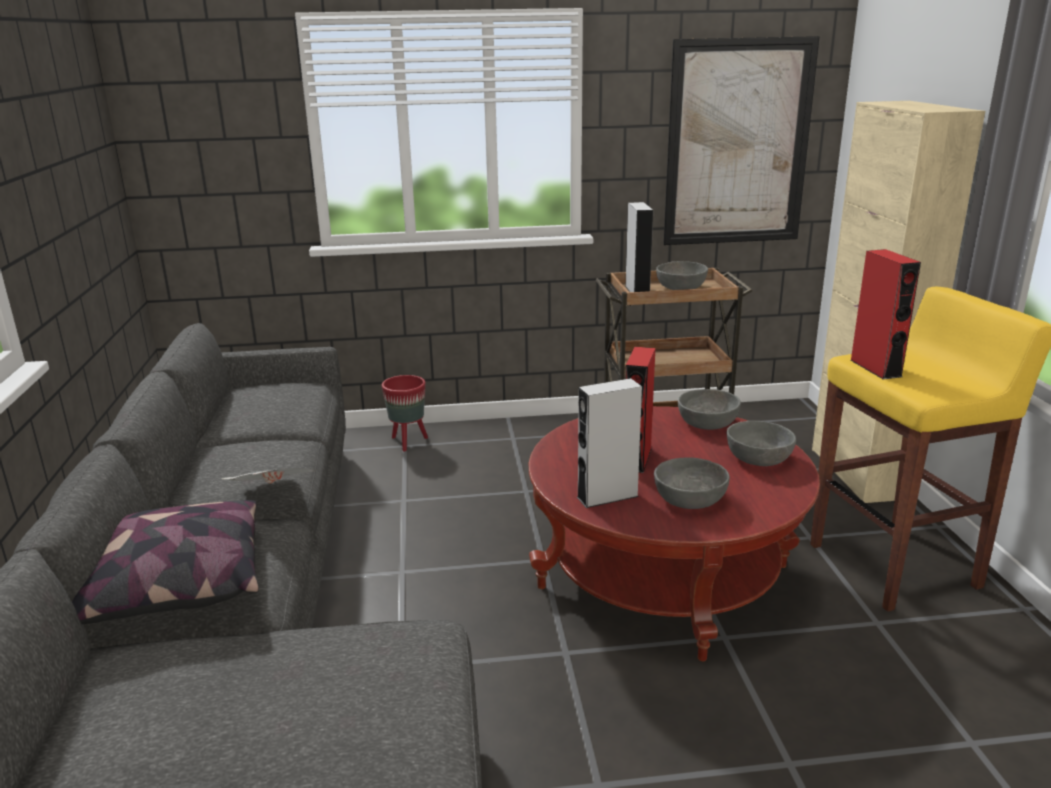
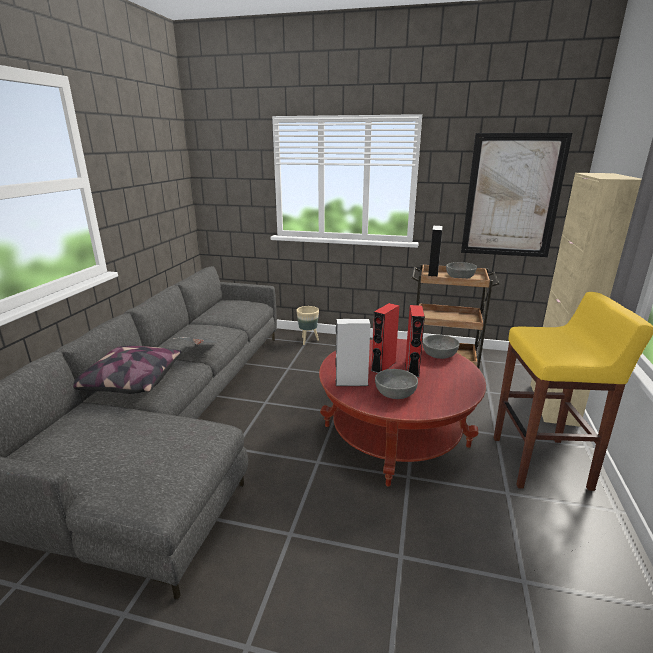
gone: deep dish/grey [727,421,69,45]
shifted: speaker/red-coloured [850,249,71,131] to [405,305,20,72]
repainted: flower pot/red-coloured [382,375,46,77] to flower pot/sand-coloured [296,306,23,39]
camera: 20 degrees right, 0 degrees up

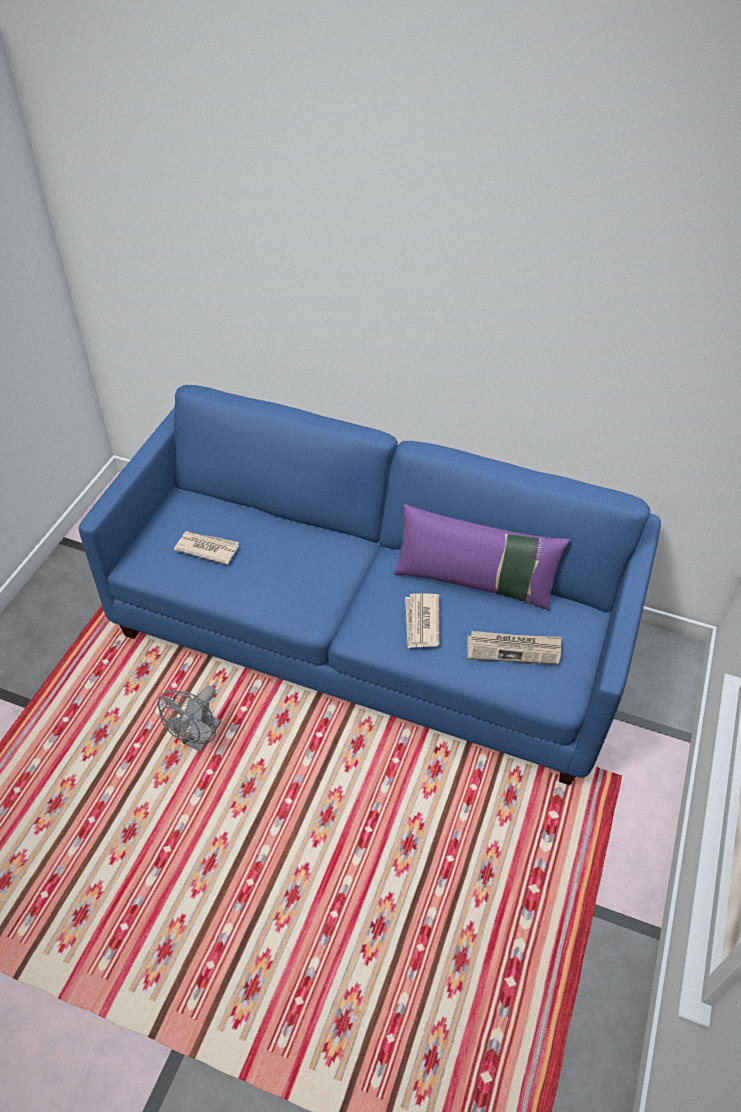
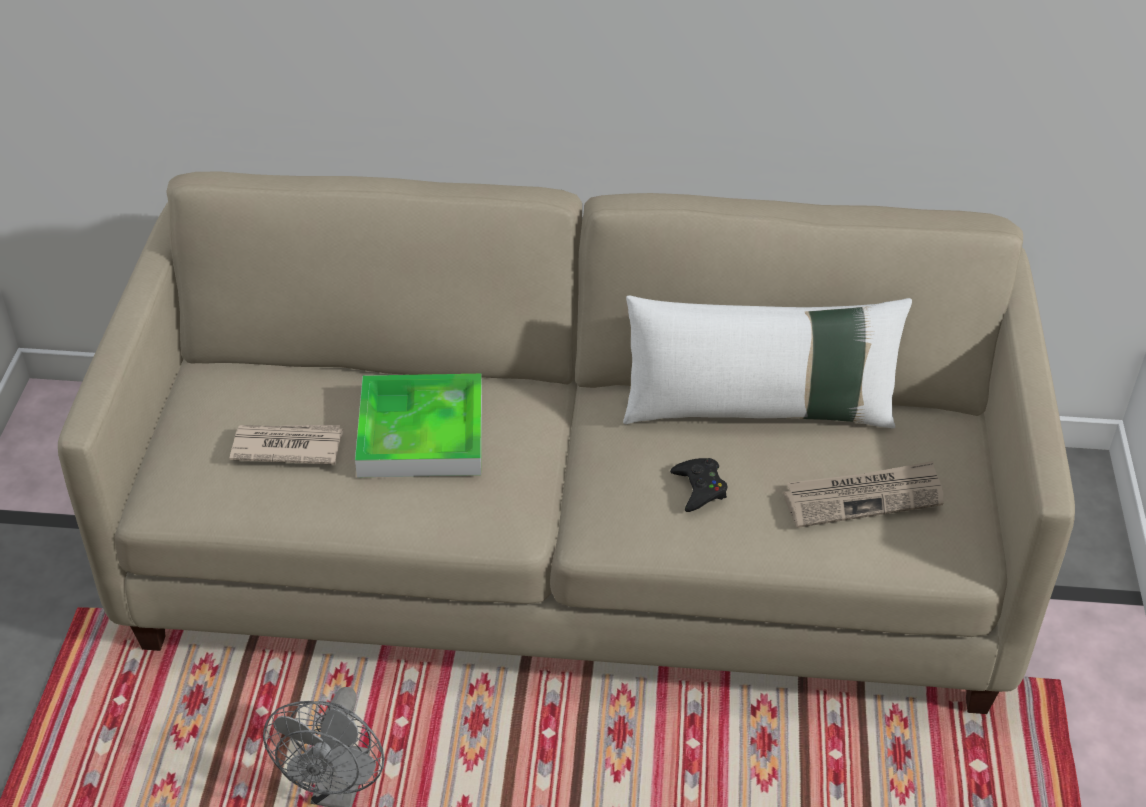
new: carrying tray [355,374,127,103]
swapped: newspaper [405,593,35,55] to joypad/black [670,458,57,54]
repainted: couch/blue-coloured [79,385,582,400] to couch/sand-coloured [58,172,1017,542]; pillow/purple [394,504,176,107] to pillow/white [623,295,289,133]
camera: 15 degrees left, 5 degrees down

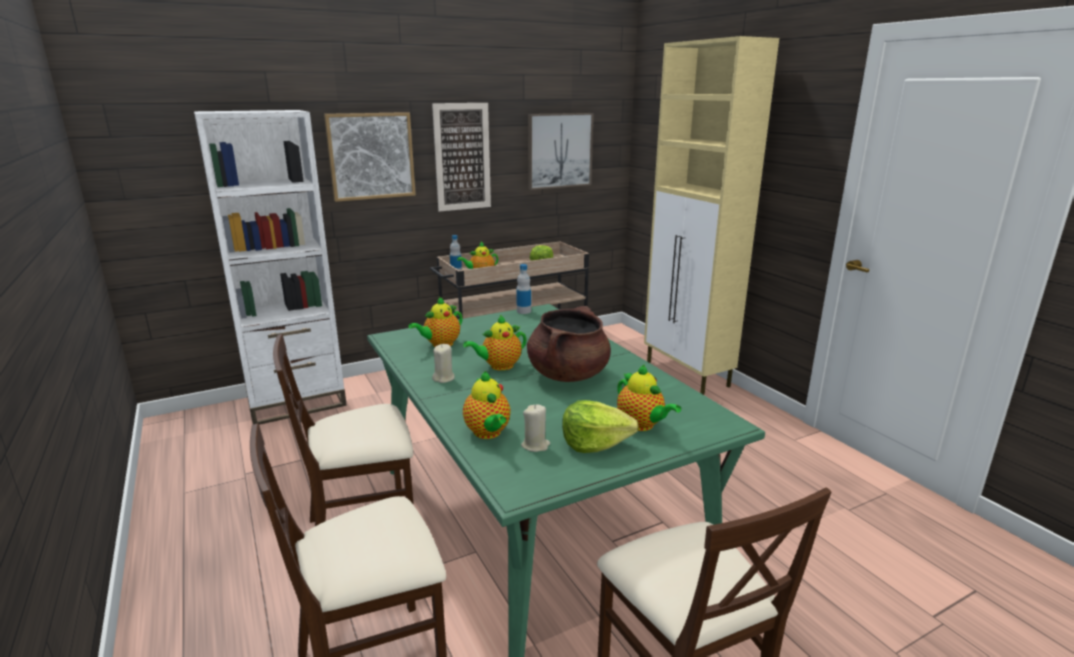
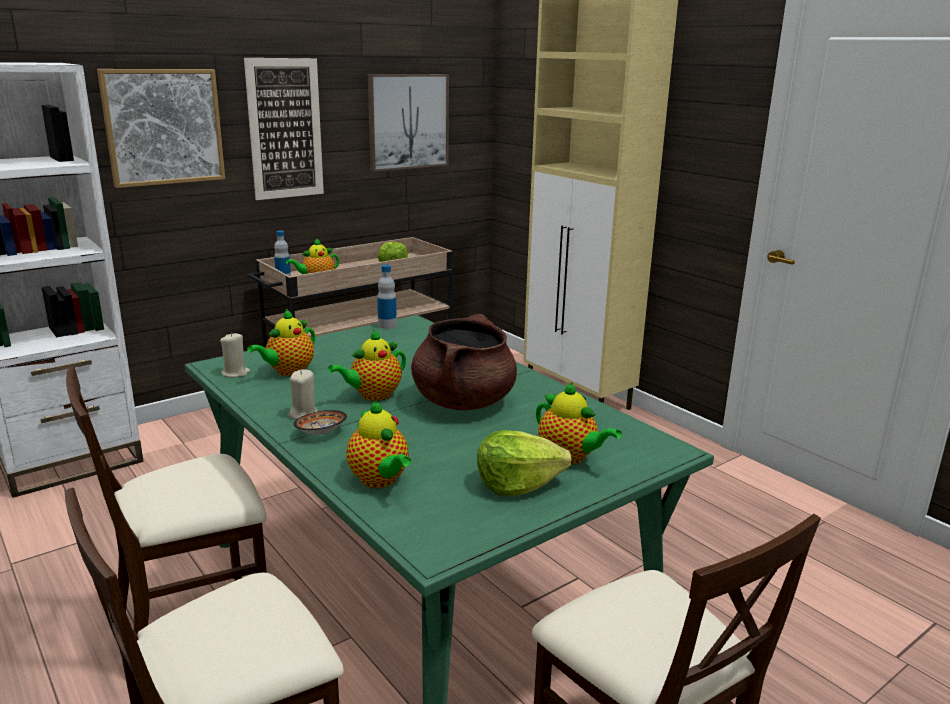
new: deep dish [294,410,53,25]
shifted: wax light/sand-coloured [521,405,29,47] to [220,332,30,45]
camera: 10 degrees left, 0 degrees up

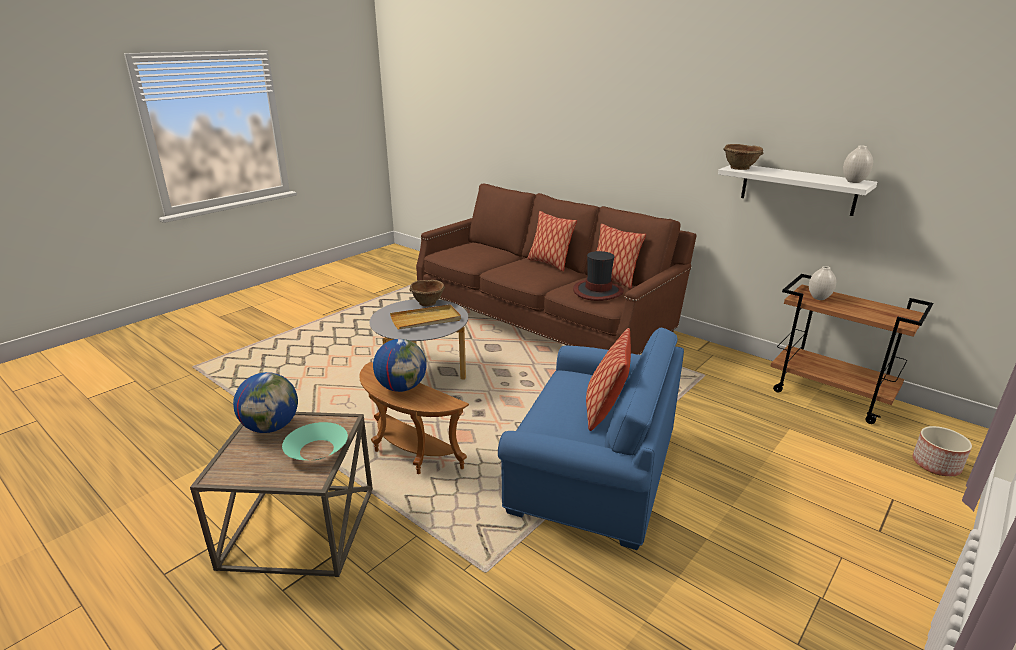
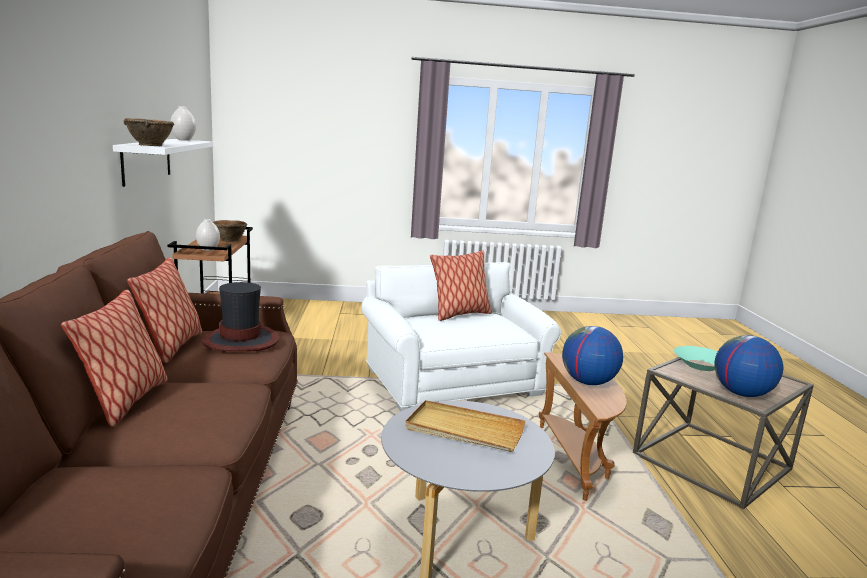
gone: flower pot [913,426,59,50]
shifted: deep dish/brownish [410,280,35,26] to [213,220,34,22]
repainted: easy chair/blue-coloured [498,327,186,223] to easy chair/white [361,262,200,149]
camera: 135 degrees left, 10 degrees down

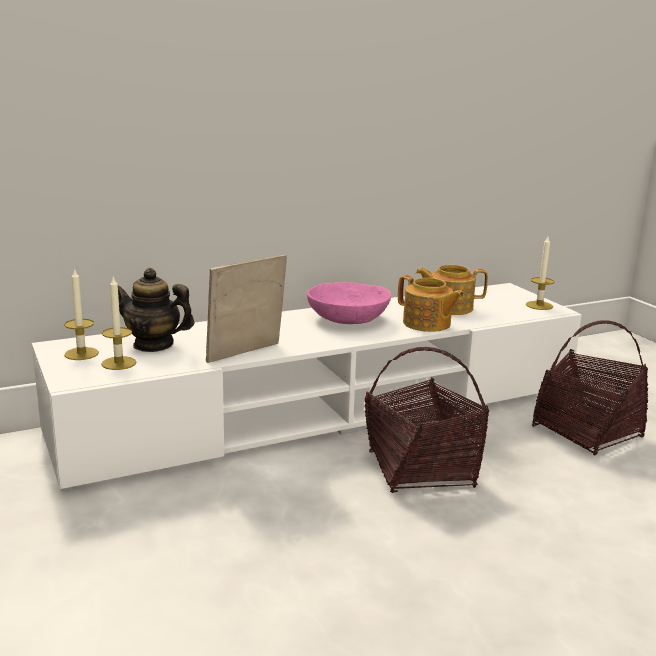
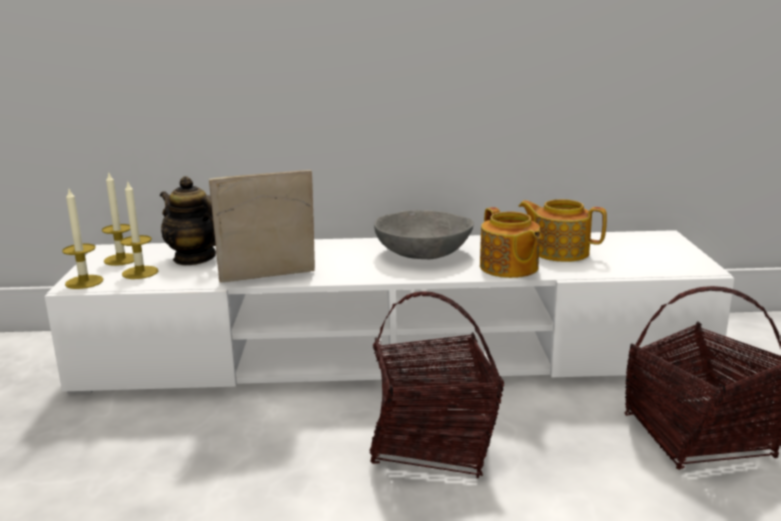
shifted: wax light [526,237,28,73] to [62,189,41,100]
repainted: deep dish/pinkish [307,282,84,42] to deep dish/grey [374,210,100,50]
camera: 25 degrees right, 0 degrees up

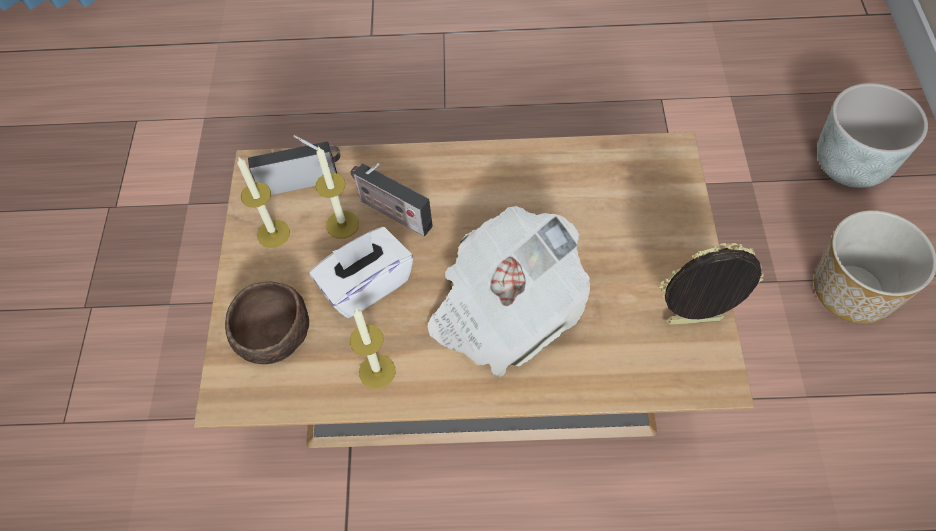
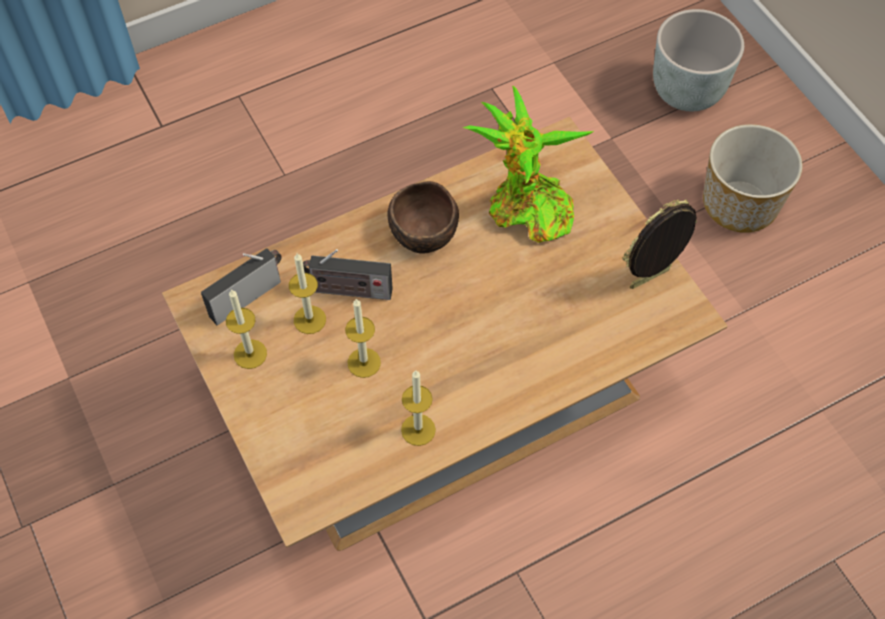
gone: newspaper [427,206,163,171]
new: houseplant [463,86,131,157]
shifted: deep dish/brownish [225,282,84,82] to [387,181,72,72]
swapped: tissue box/white [309,227,104,91] to wax light [345,298,36,80]
camera: 30 degrees left, 0 degrees up

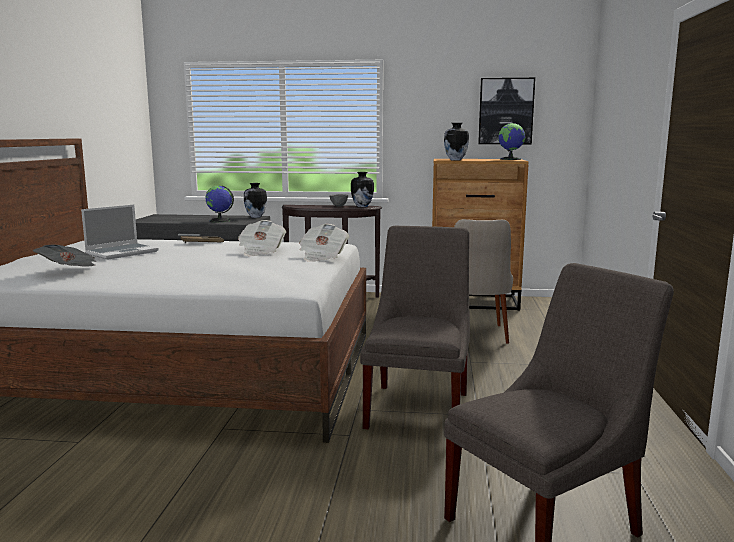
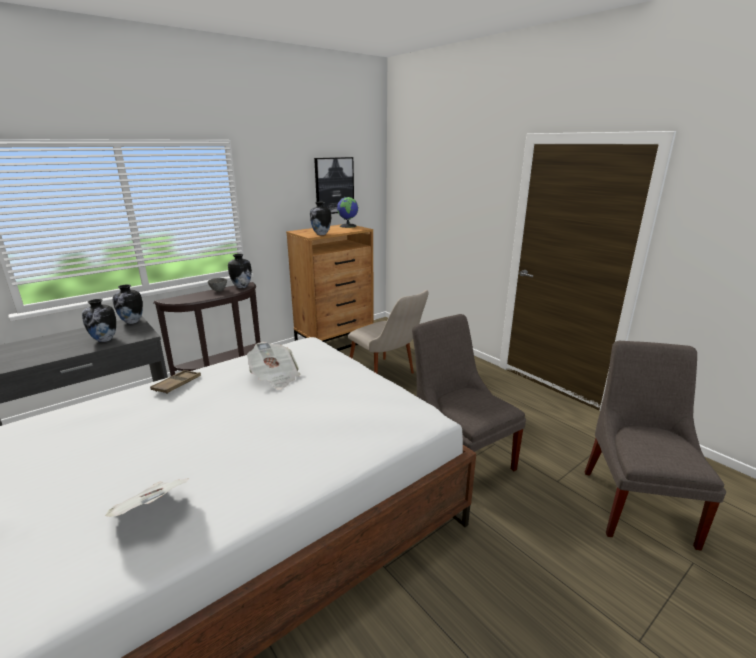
gone: notebook computer [81,205,78,55]; newspaper [299,224,50,38]
swapped: world globe [206,185,28,37] to decorative vase [82,299,34,43]
camera: 45 degrees left, 10 degrees up

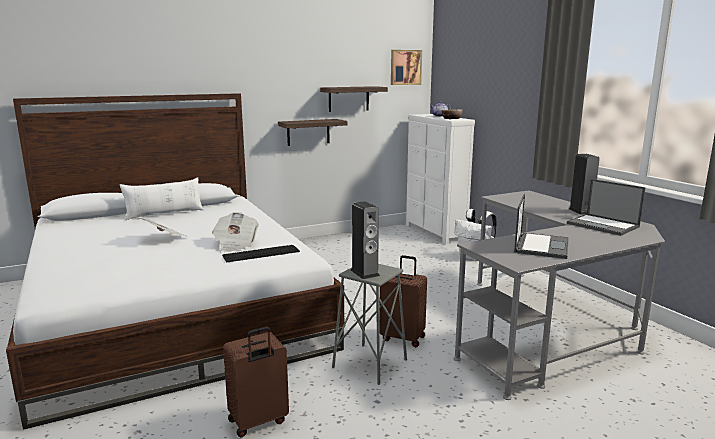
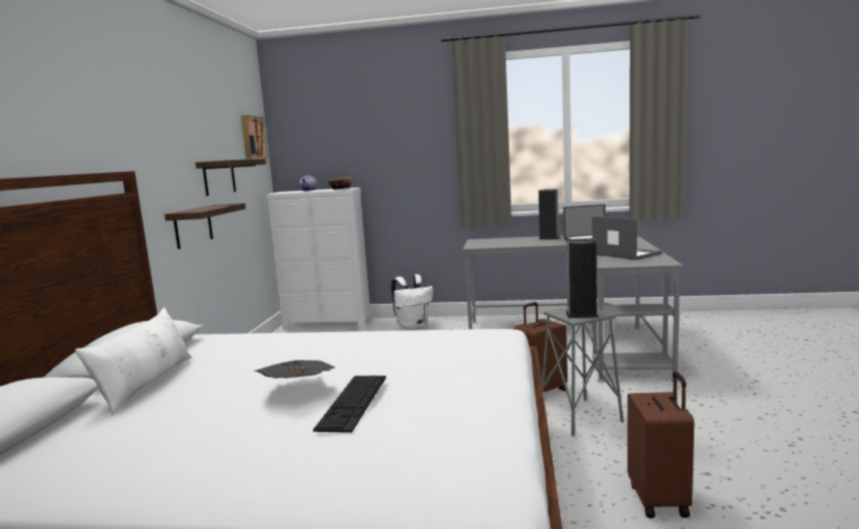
gone: newspaper [212,212,47,40]
shifted: computer keyboard [222,245,78,17] to [313,376,73,57]
camera: 55 degrees left, 5 degrees down

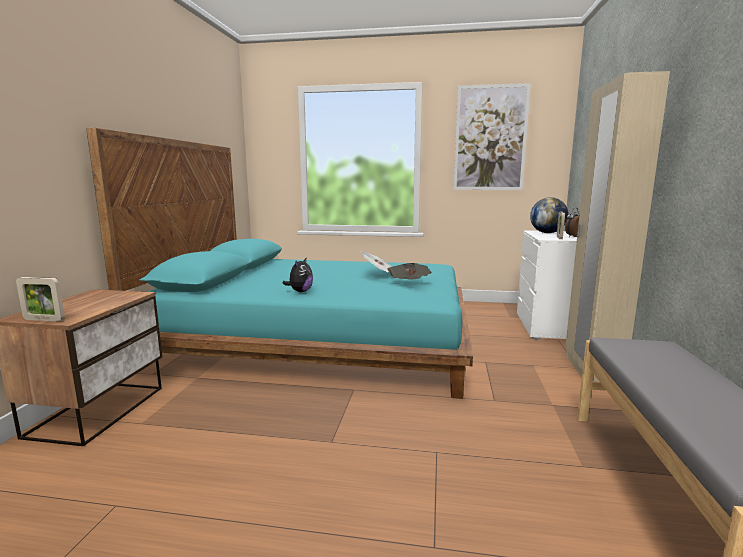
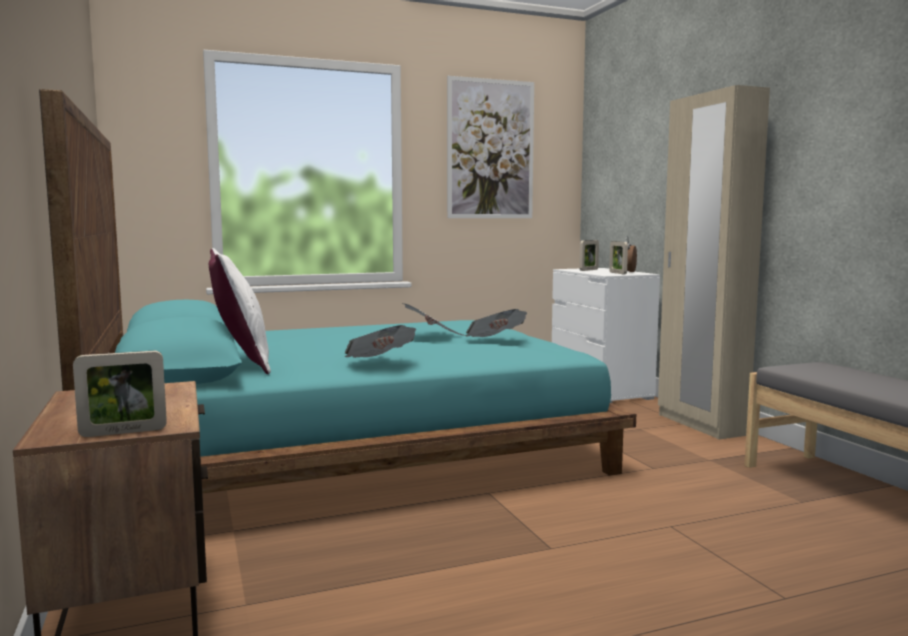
new: pillow/white [209,248,62,126]
swapped: soft toy [282,257,31,35] to newspaper [344,325,72,33]; world globe [530,197,39,36] to photo frame [579,240,20,31]
camera: 30 degrees left, 5 degrees down

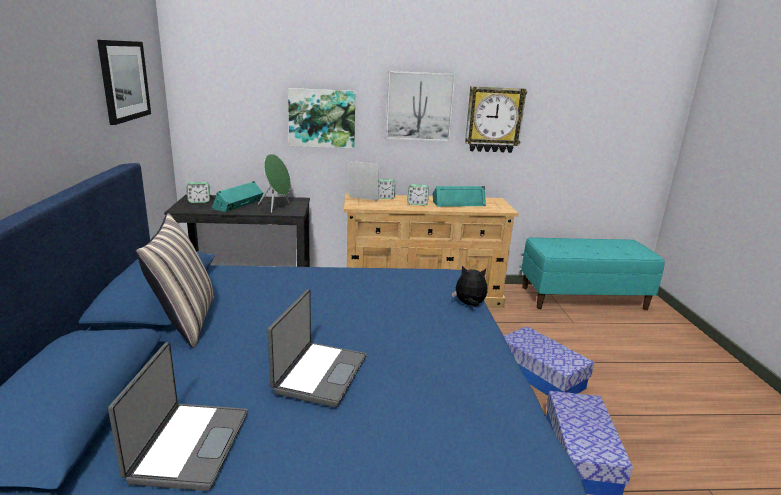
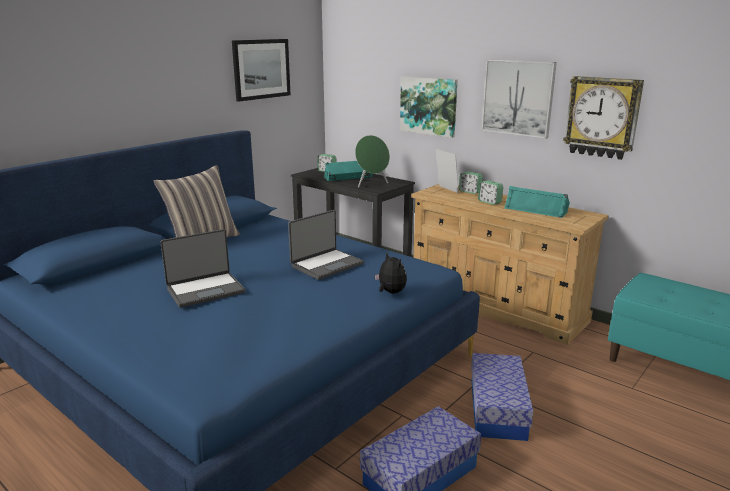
shifted: notebook computer [108,342,140,149] to [288,210,76,70]
camera: 45 degrees right, 0 degrees up

